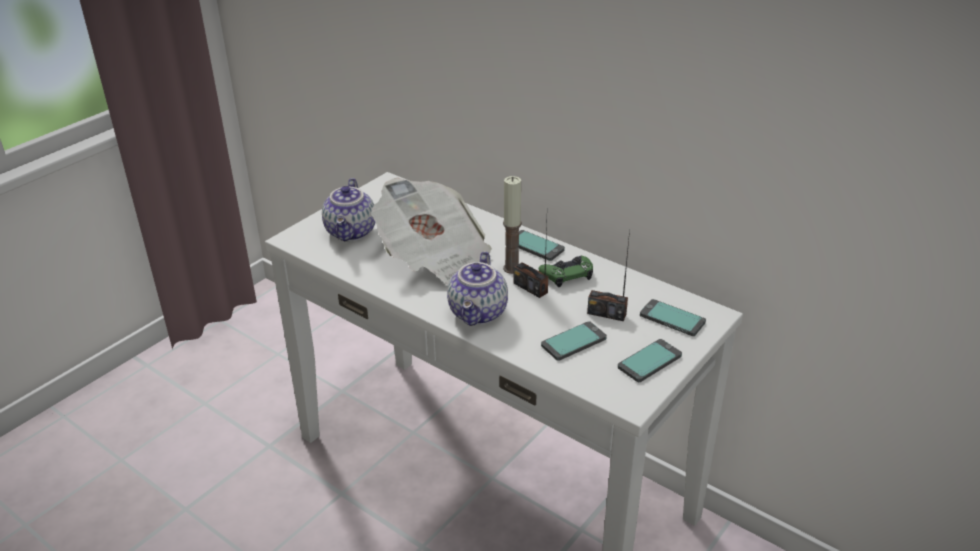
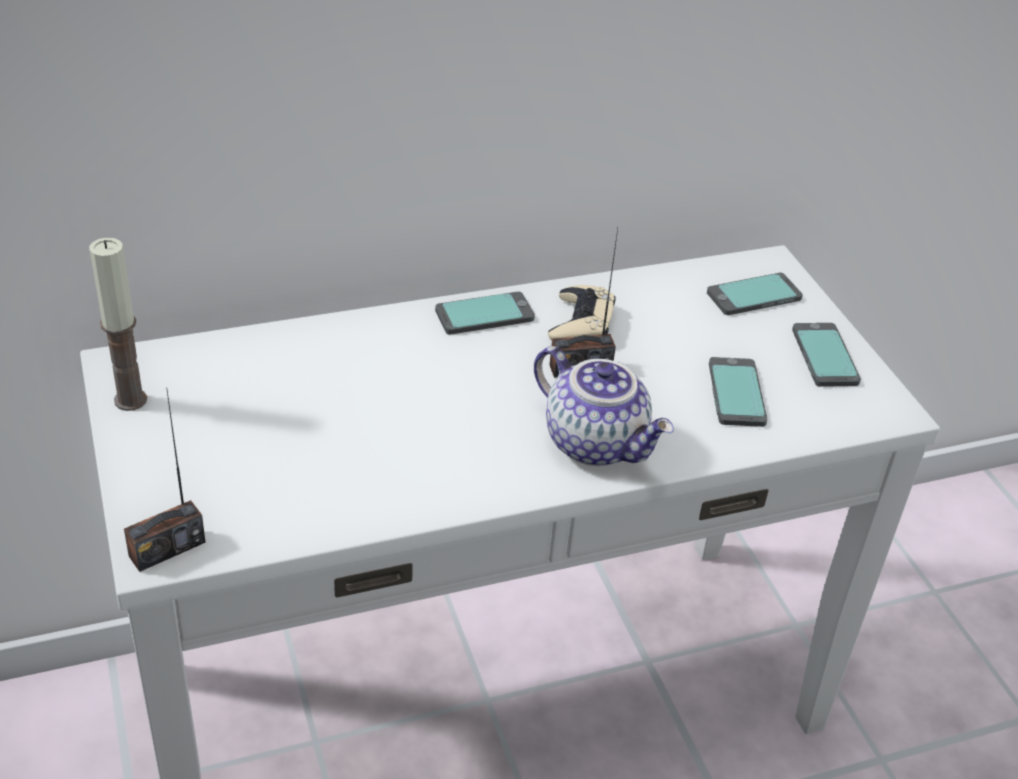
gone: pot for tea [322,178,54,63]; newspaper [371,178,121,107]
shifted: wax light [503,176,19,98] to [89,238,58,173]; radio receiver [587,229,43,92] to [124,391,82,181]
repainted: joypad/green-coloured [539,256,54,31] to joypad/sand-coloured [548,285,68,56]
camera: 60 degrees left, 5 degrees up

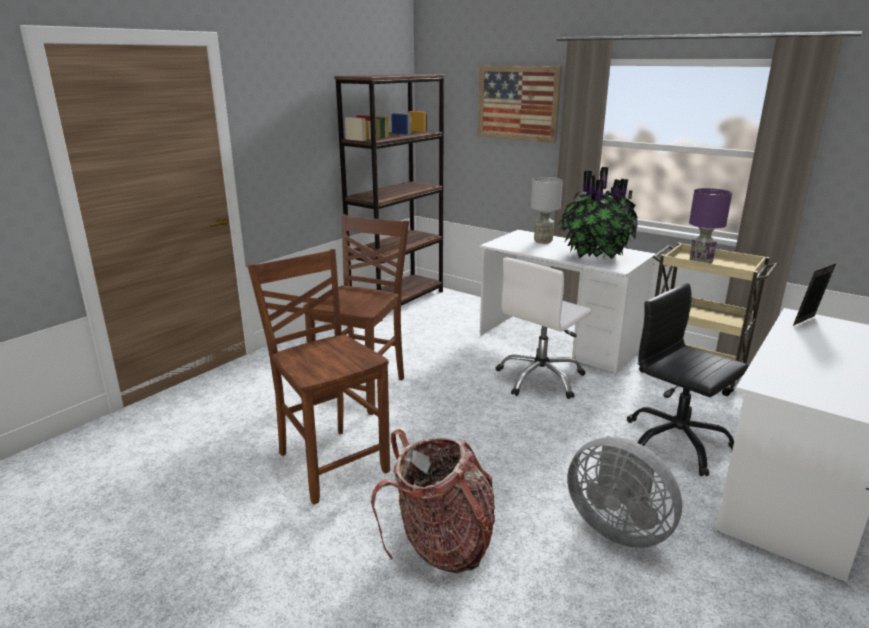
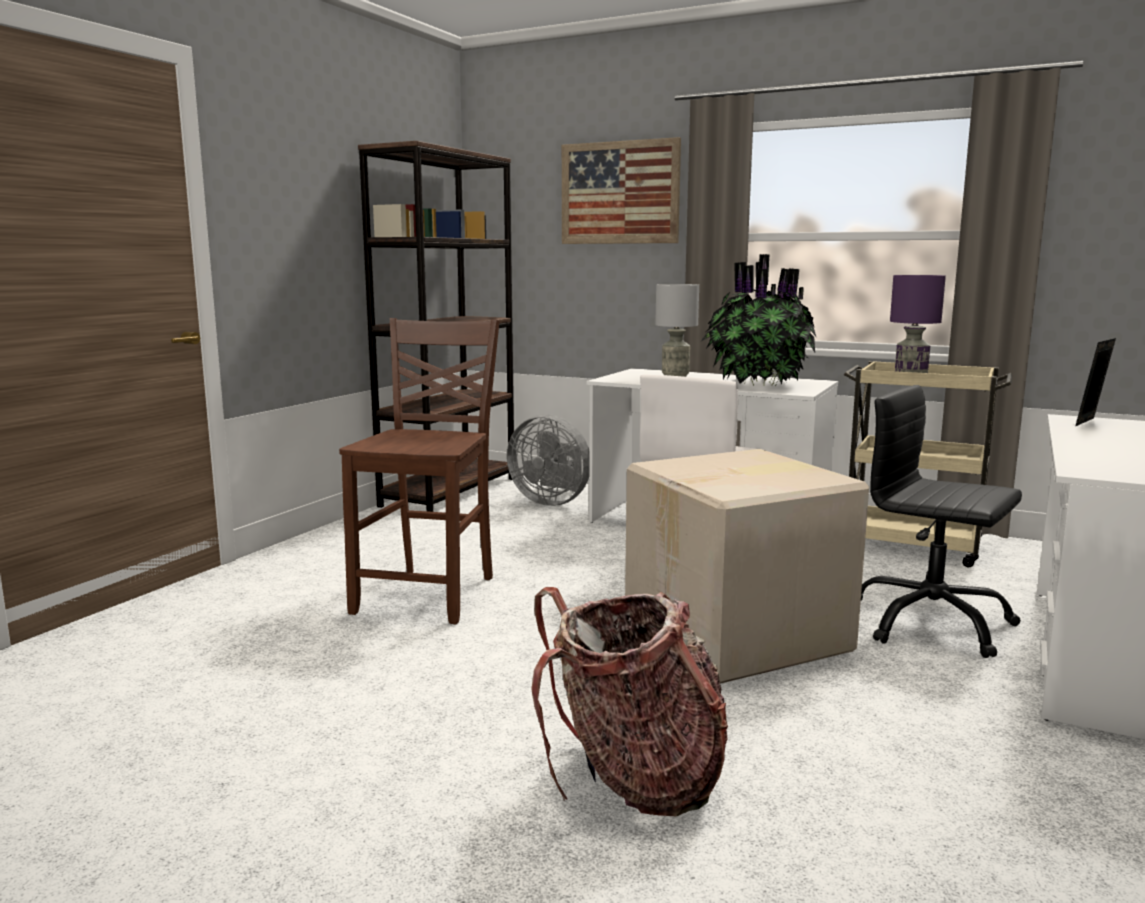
gone: plain chair/brownish [247,249,143,255]
new: cardboard box [625,449,244,235]
shifted: electric fan/grey [567,435,115,113] to [507,414,82,92]
camera: 10 degrees left, 10 degrees down

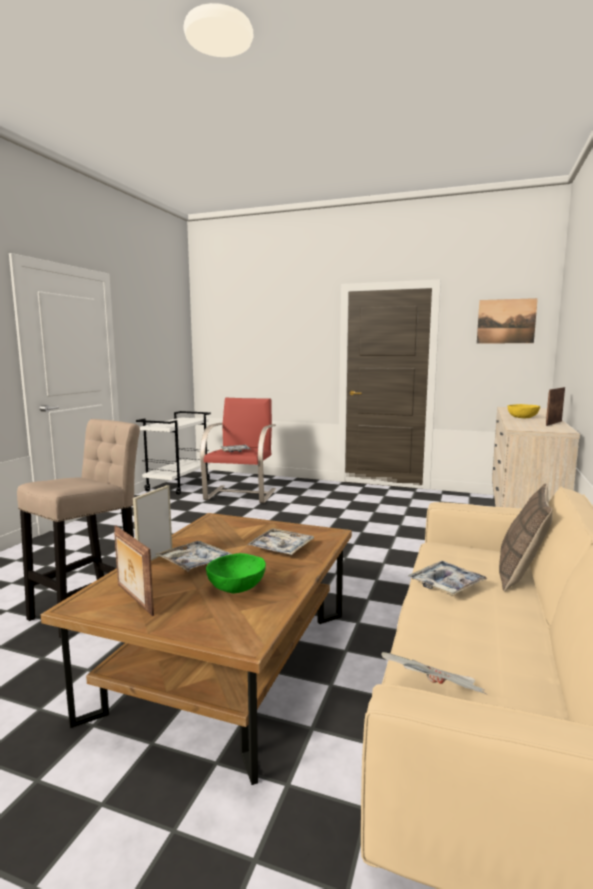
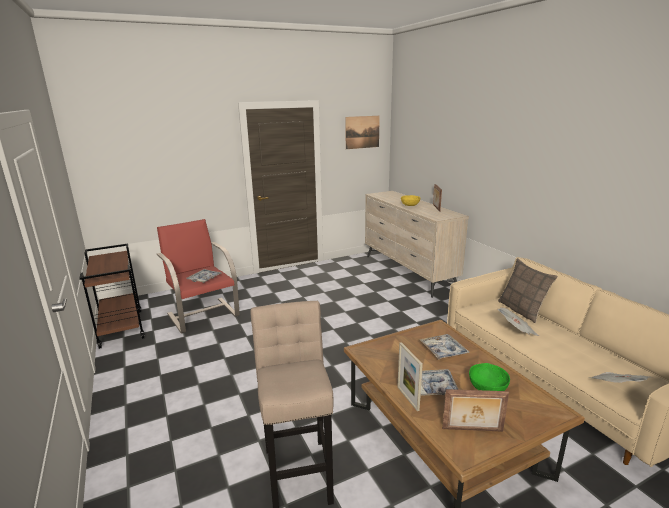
swapped: carrying tray [408,561,80,35] to newspaper [497,307,42,29]
repainted: trolley/white [136,411,75,84] to trolley/brownish [80,243,65,106]
camera: 45 degrees left, 10 degrees up

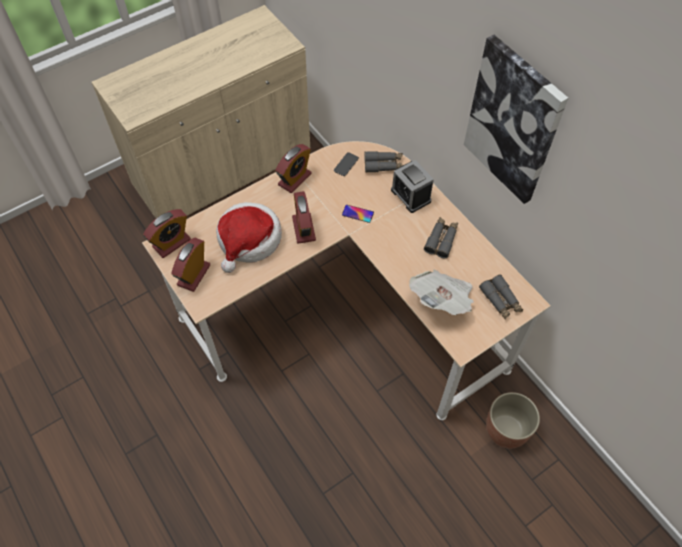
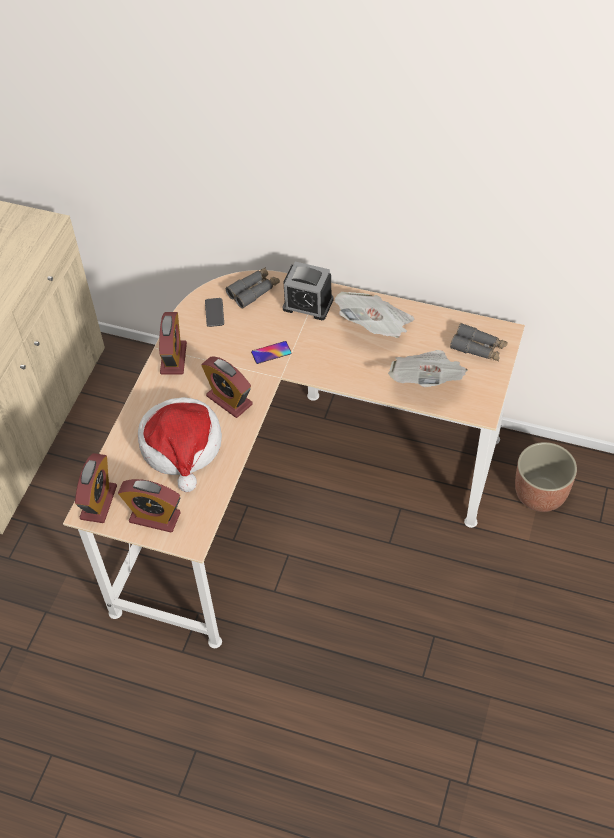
gone: wall art [464,35,104,169]
swapped: field glasses/grey [424,217,34,41] to newspaper [335,292,80,46]
rotated: table clock [171,238,39,54] = [118,479,63,53] 60 degrees counterclockwise
camera: 35 degrees left, 5 degrees down

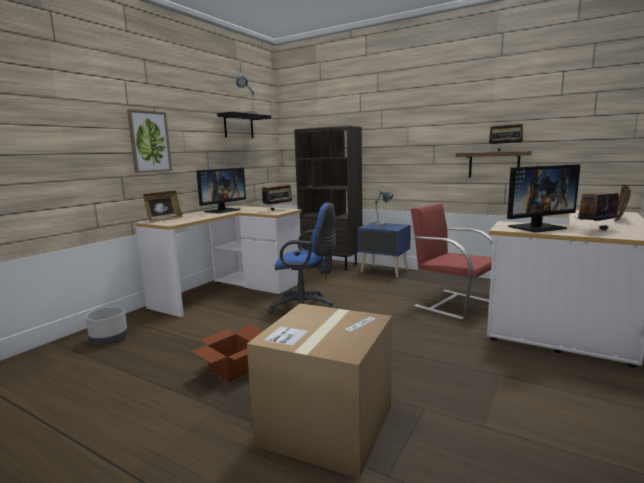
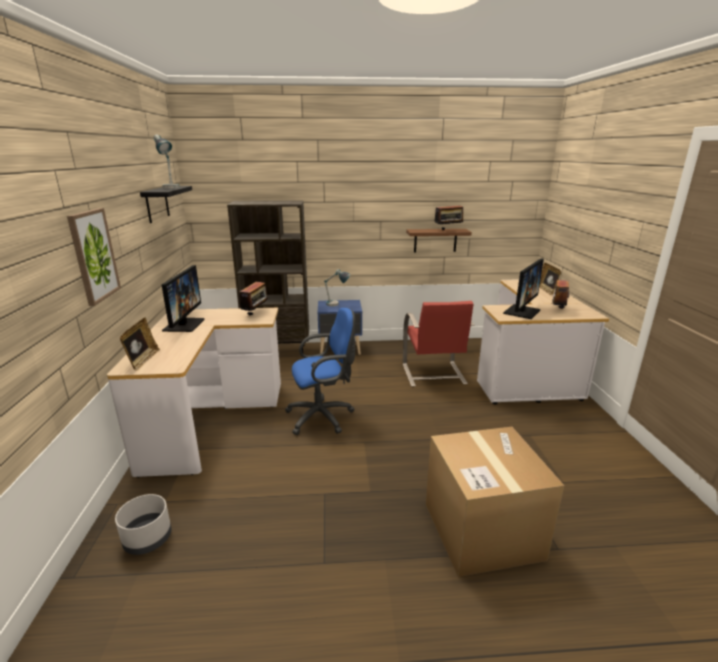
gone: cardboard box [191,324,72,58]
rotated: plain chair/red-coloured [411,203,82,117] = [403,301,72,86] 105 degrees counterclockwise
camera: 35 degrees left, 10 degrees up

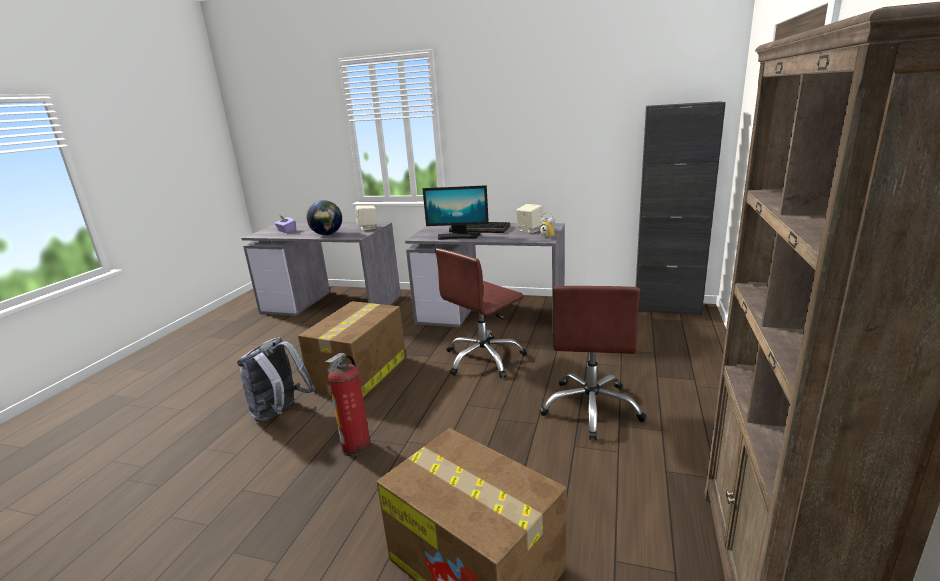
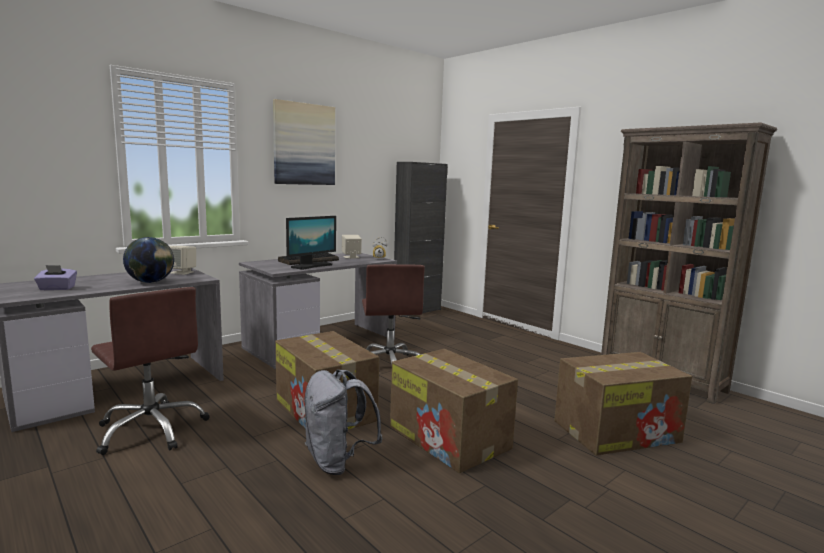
new: wall art [273,99,62,86]
shifted: computer chair/brownish [539,286,107,154] to [91,287,119,168]
swapped: fire extinguisher [325,353,46,104] to cardboard box [390,349,128,124]
camera: 60 degrees left, 10 degrees down

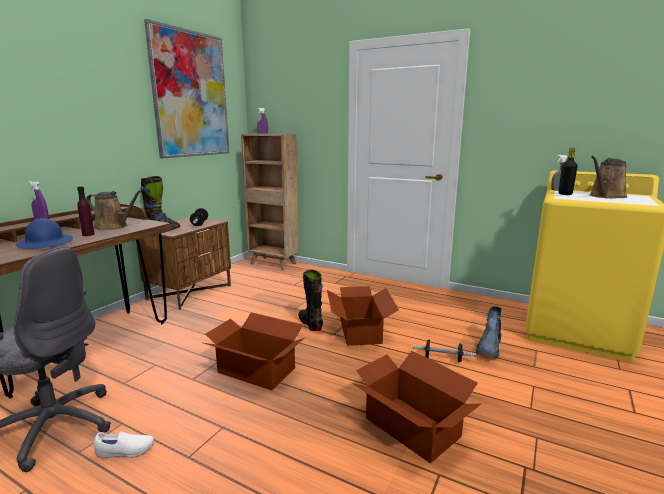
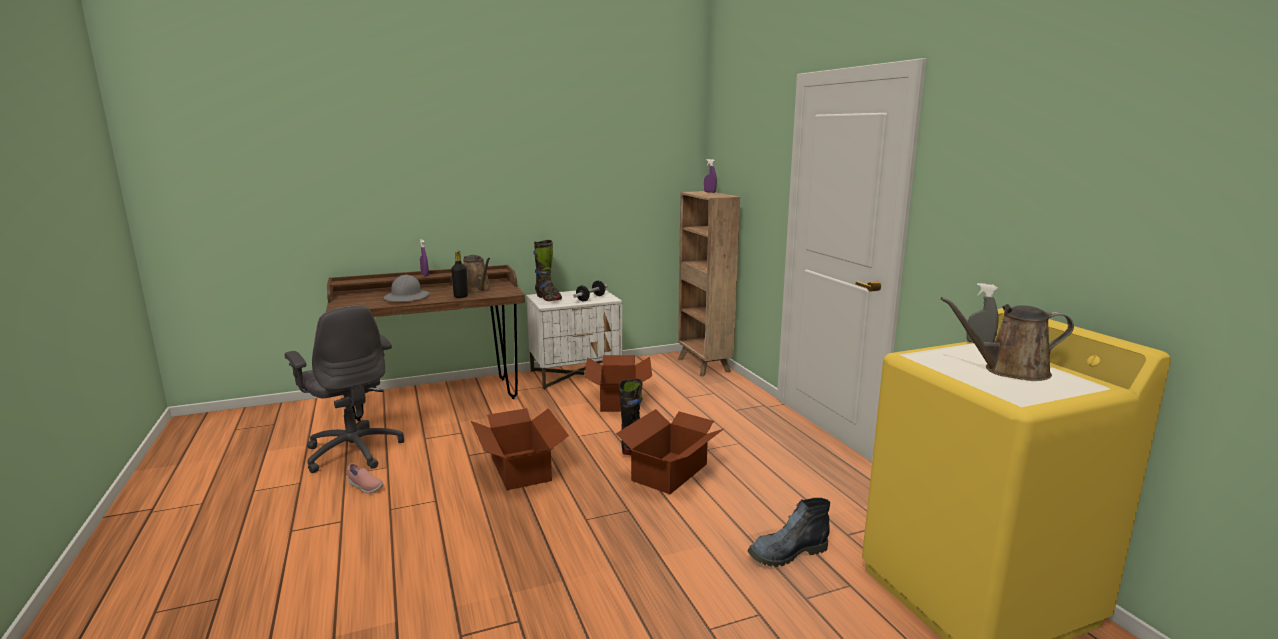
gone: drink bottle/purple [77,186,18,50]; wall art [144,19,85,140]; dumbbell [413,339,63,23]
shifted: drink bottle/black [558,148,20,47] to [451,251,17,47]; cardboard box [352,351,130,112] to [584,355,68,57]
repainted: item of footwear/white [93,431,61,27] to item of footwear/pinkish [347,463,37,30]; work helmet/blue-coloured [16,218,57,31] to work helmet/grey [384,275,46,27]; bedside table/brownish [136,217,95,93] to bedside table/white [526,289,97,101]
camera: 40 degrees right, 0 degrees up

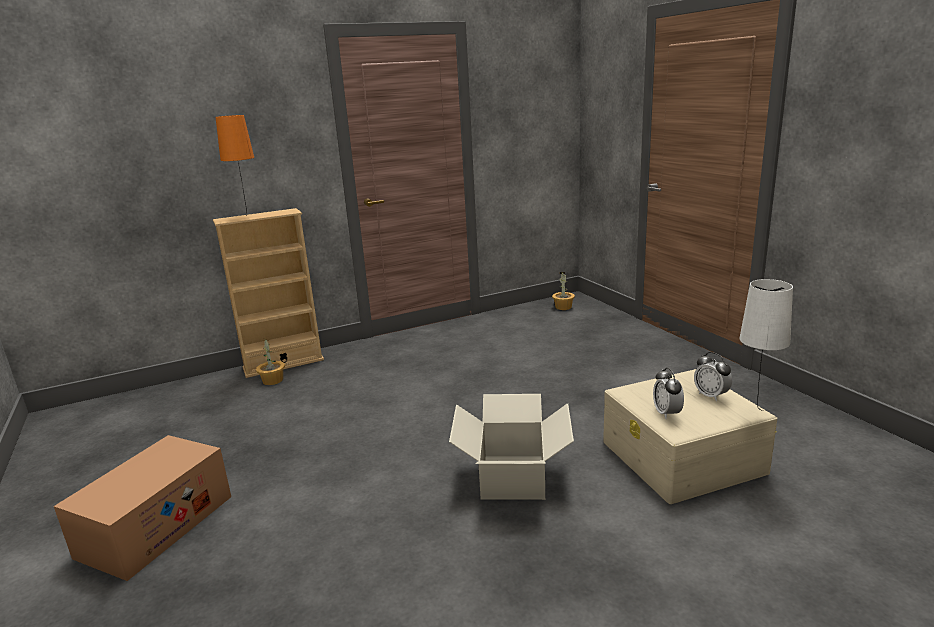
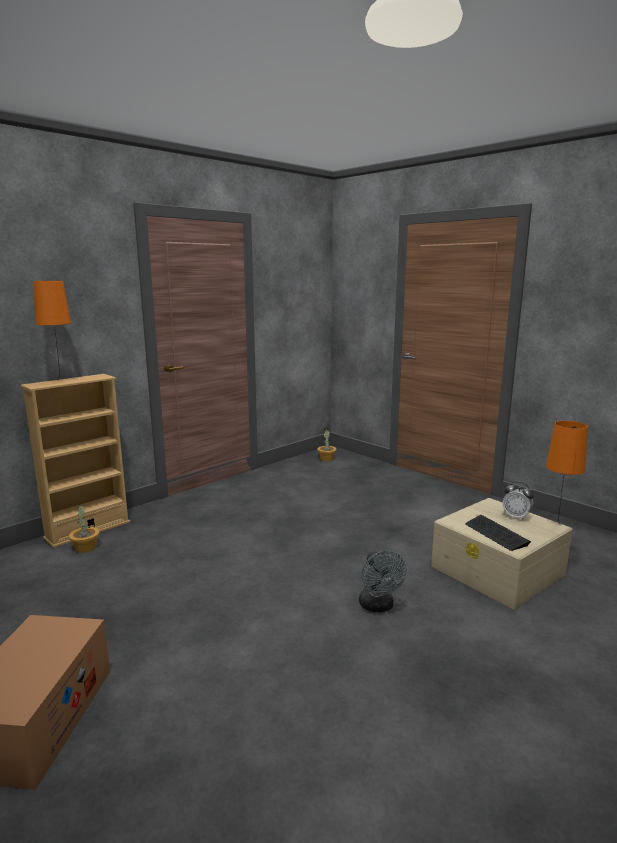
swapped: cardboard box [449,394,125,106] to electric fan/grey [359,551,48,62]; table clock [653,367,31,52] to computer keyboard [465,515,66,36]
repainted: tabletop lamp/white [739,279,54,132] to tabletop lamp/orangey [546,421,42,104]
camera: 20 degrees left, 5 degrees down

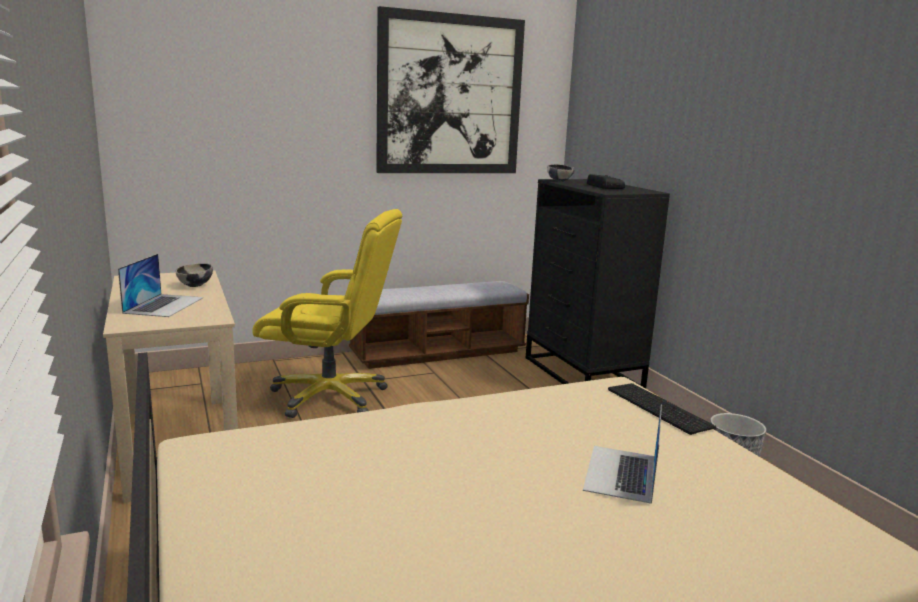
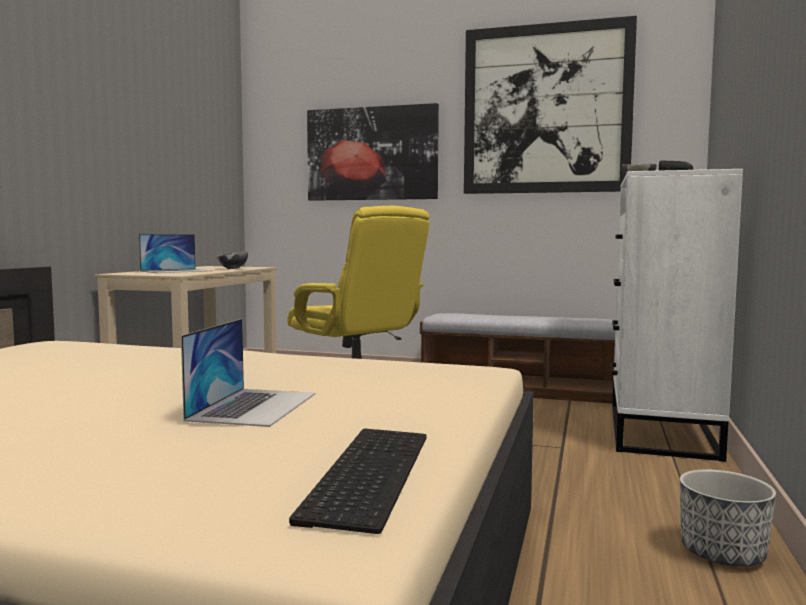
new: wall art [307,103,132,98]
shifted: computer keyboard [608,383,108,52] to [289,429,138,105]
repainted: dresser/black [526,179,144,210] to dresser/white [611,169,132,293]
rotated: notebook computer [583,404,79,100] = [181,319,135,108] 135 degrees clockwise
camera: 40 degrees right, 10 degrees down

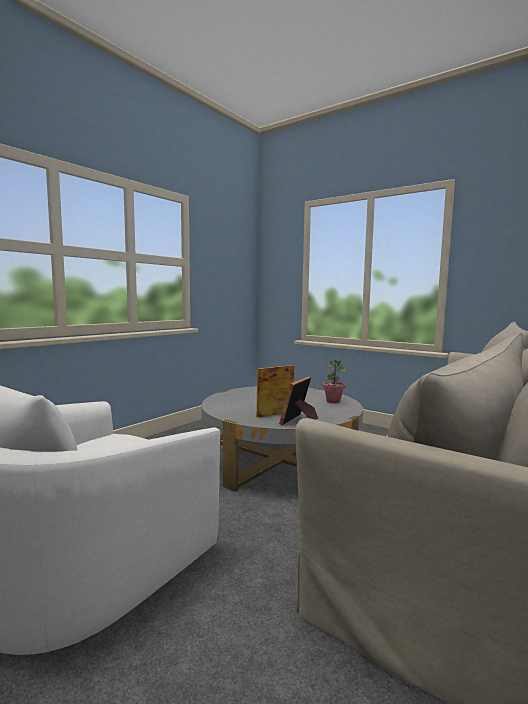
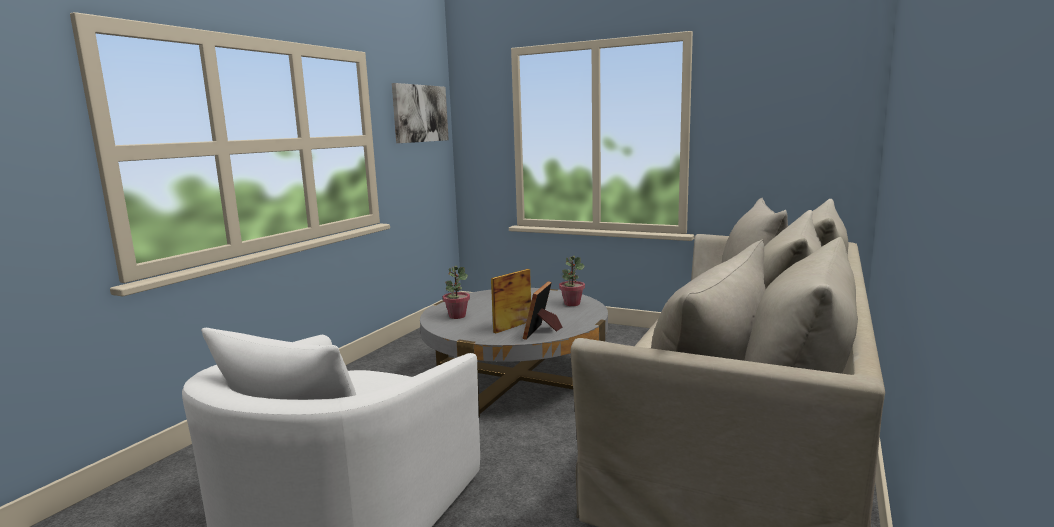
new: wall art [392,83,57,60]; houseplant [443,266,27,53]
camera: 10 degrees left, 5 degrees up

